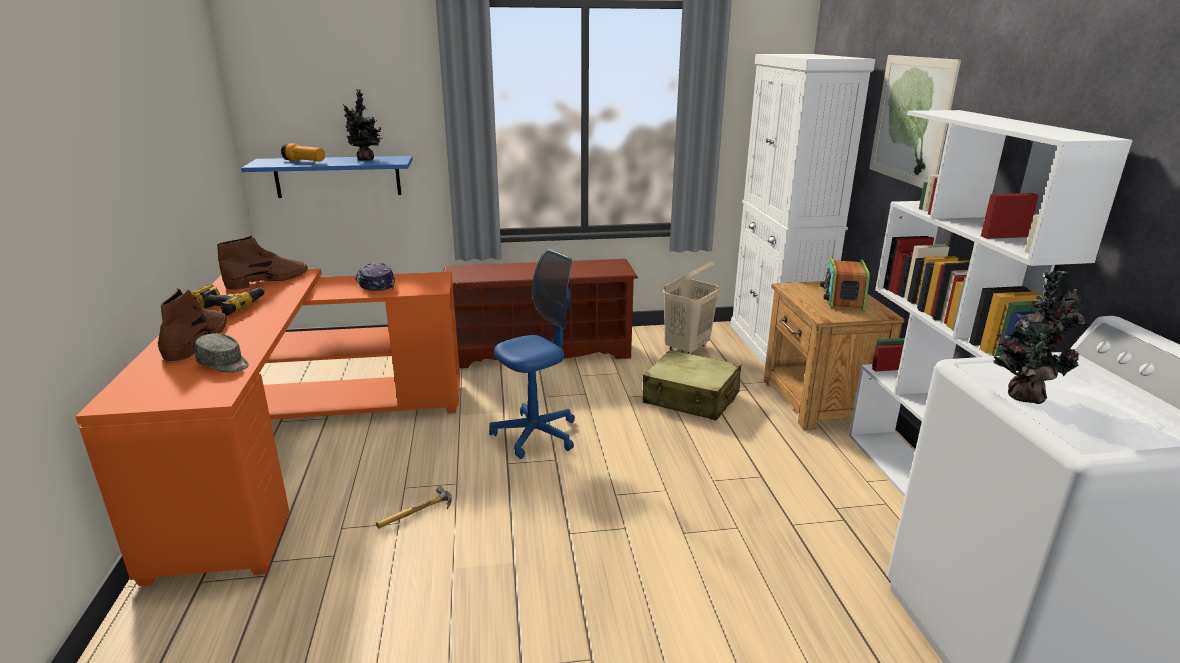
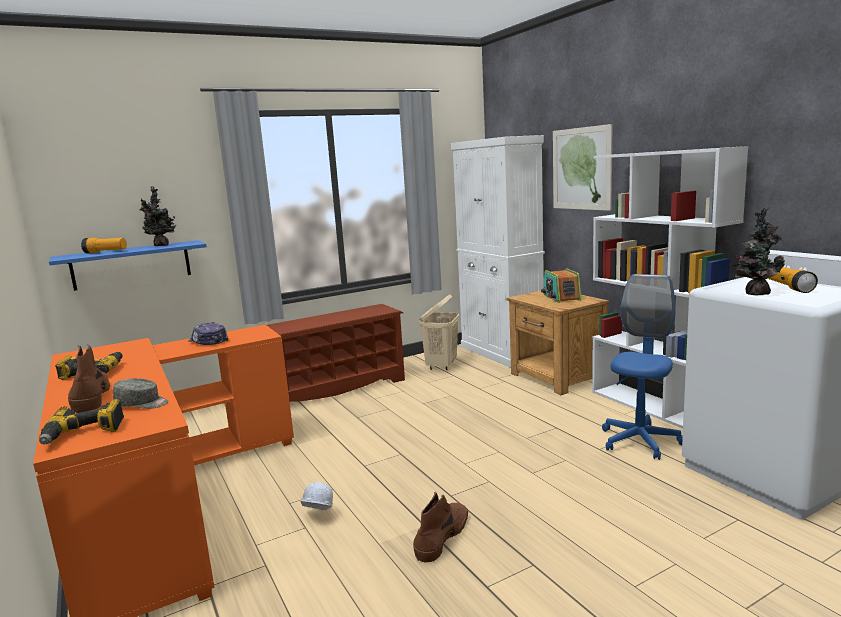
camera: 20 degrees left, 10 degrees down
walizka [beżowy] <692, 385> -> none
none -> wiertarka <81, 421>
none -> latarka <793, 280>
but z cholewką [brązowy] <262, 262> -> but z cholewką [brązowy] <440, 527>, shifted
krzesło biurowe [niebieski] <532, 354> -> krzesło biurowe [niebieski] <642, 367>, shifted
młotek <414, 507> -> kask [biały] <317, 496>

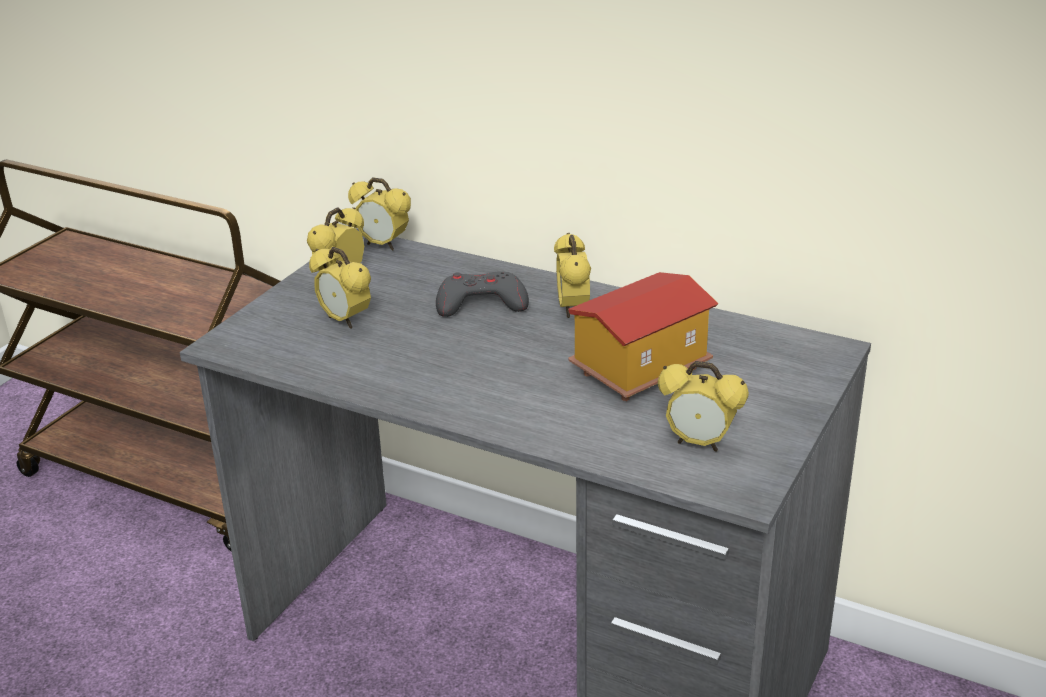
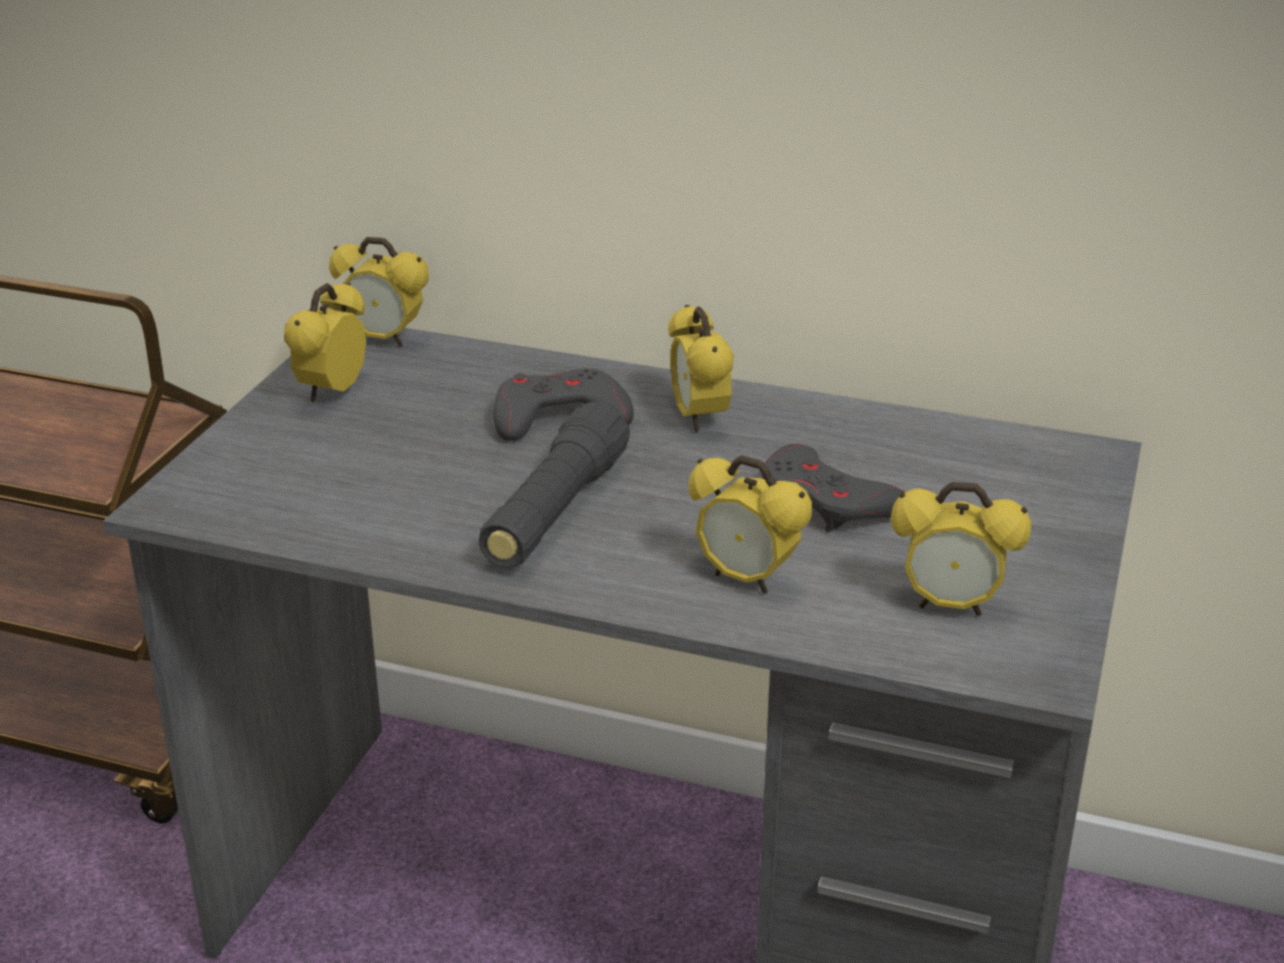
camera: 10 degrees left, 0 degrees up
none -> latarka [czarny] <554, 485>
budzik <340, 288> -> budzik <750, 525>, shifted
domek <643, 336> -> pad do gier [szary] <833, 488>

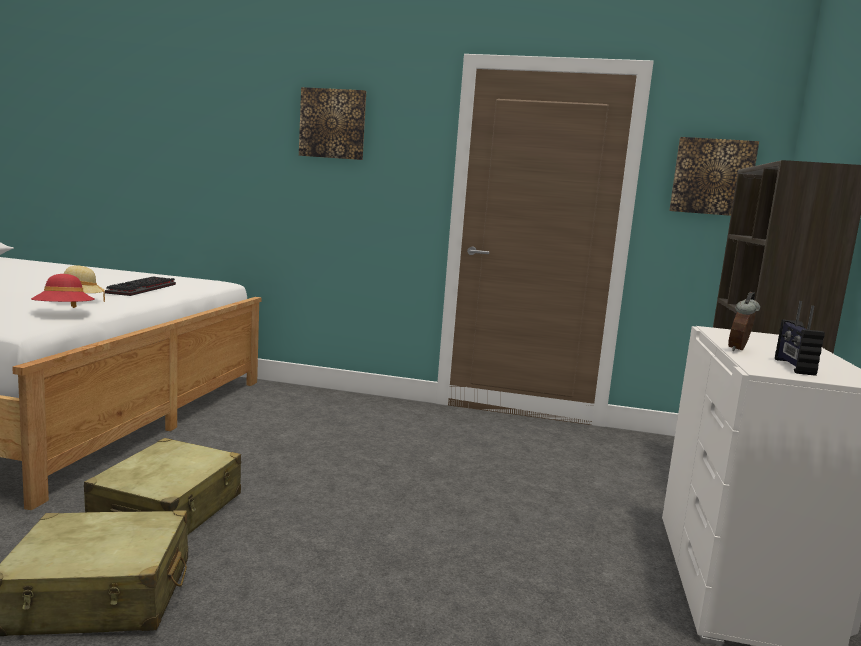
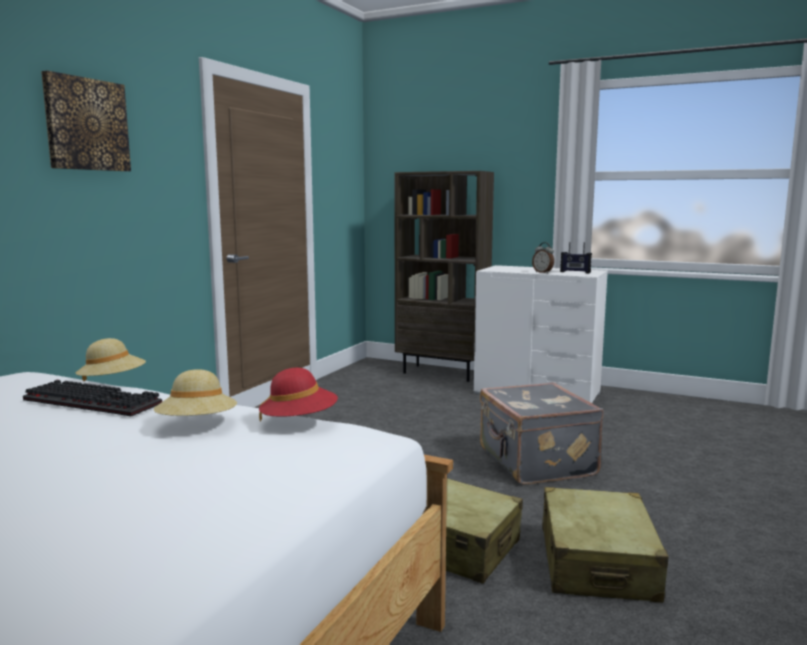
camera: 75 degrees left, 0 degrees up
obraz <714, 176> -> none
none -> kapelusz [beżowy] <111, 359>
none -> walizka [szary] <542, 434>

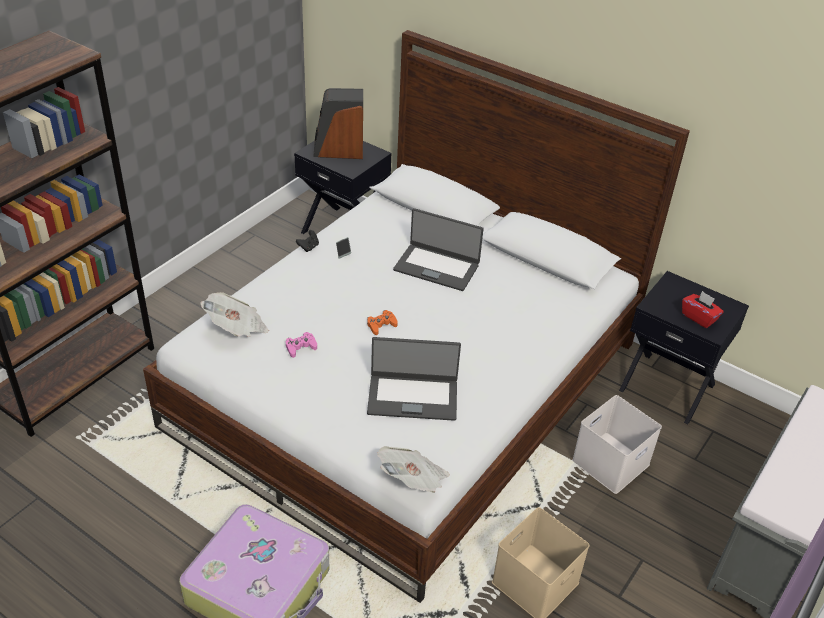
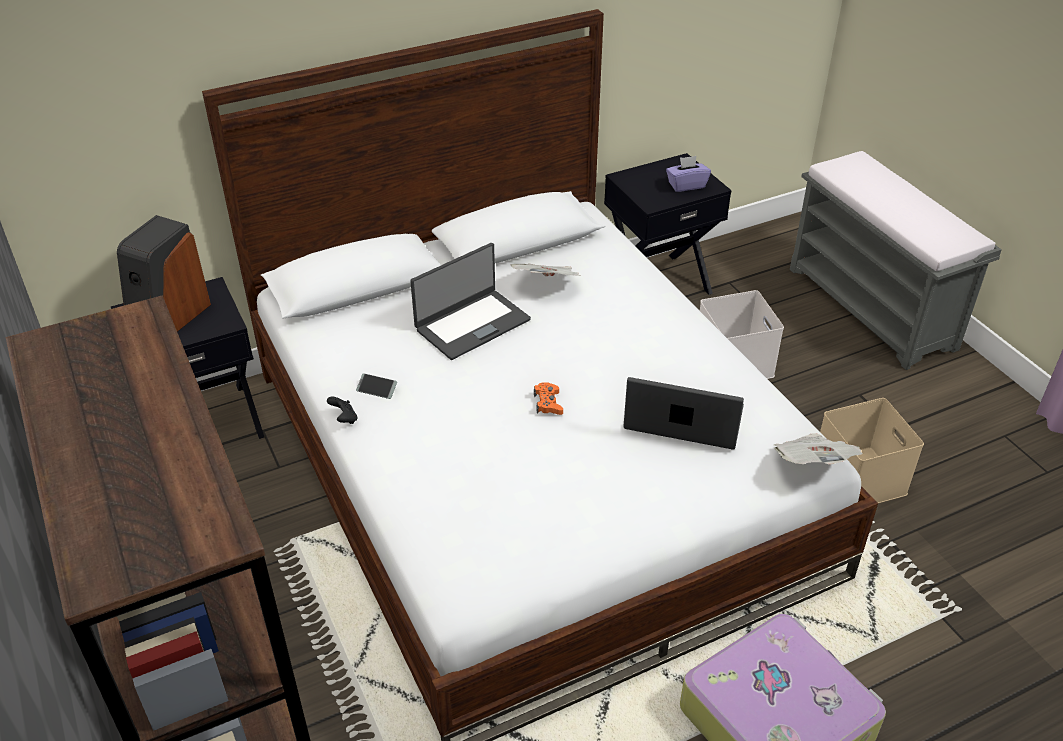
camera: 60 degrees left, 0 degrees up
pad do gier [różowy] <301, 345> -> none
gazeta <234, 314> -> gazeta <546, 269>, shifted
pudełko chusteczek [czerwony] <703, 309> -> pudełko chusteczek [fioletowy] <688, 174>
laptop <414, 379> -> laptop <683, 413>, 105 degrees counterclockwise

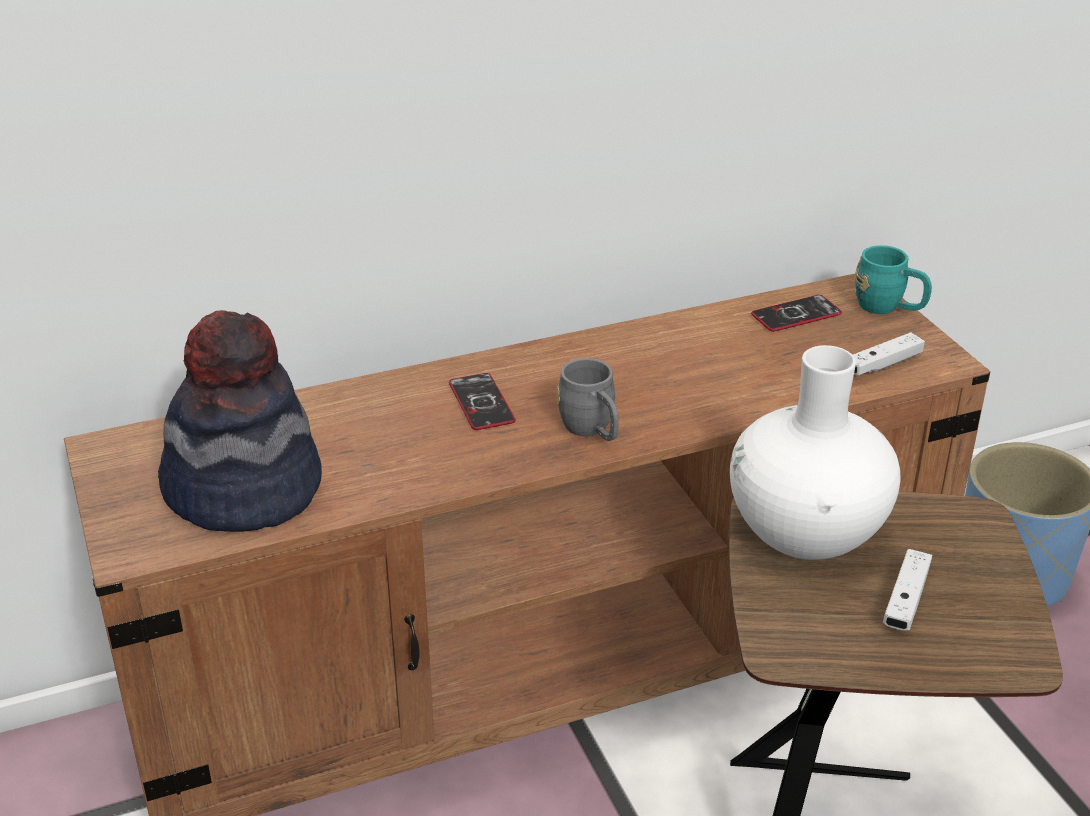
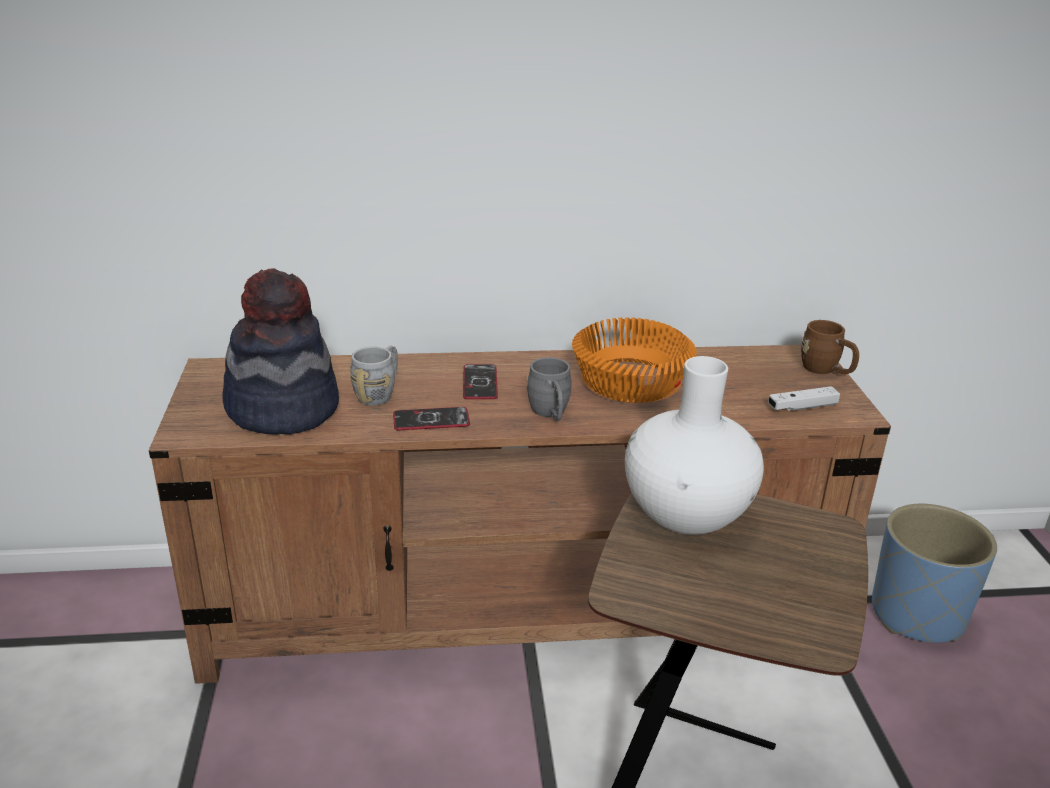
camera: 15 degrees right, 5 degrees down
pad do gier [biały] <907, 590> -> none
none -> kubek [szary] <374, 375>
none -> miska [pomarańczowy] <634, 360>
telefon <796, 313> -> telefon <431, 418>, shifted
kubek [turkusowy] <893, 279> -> kubek [brązowy] <830, 347>

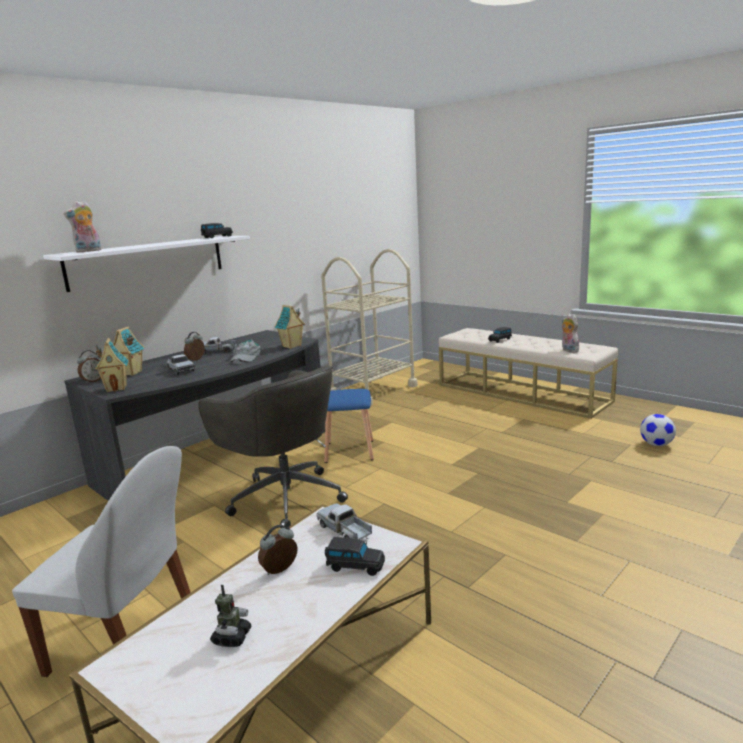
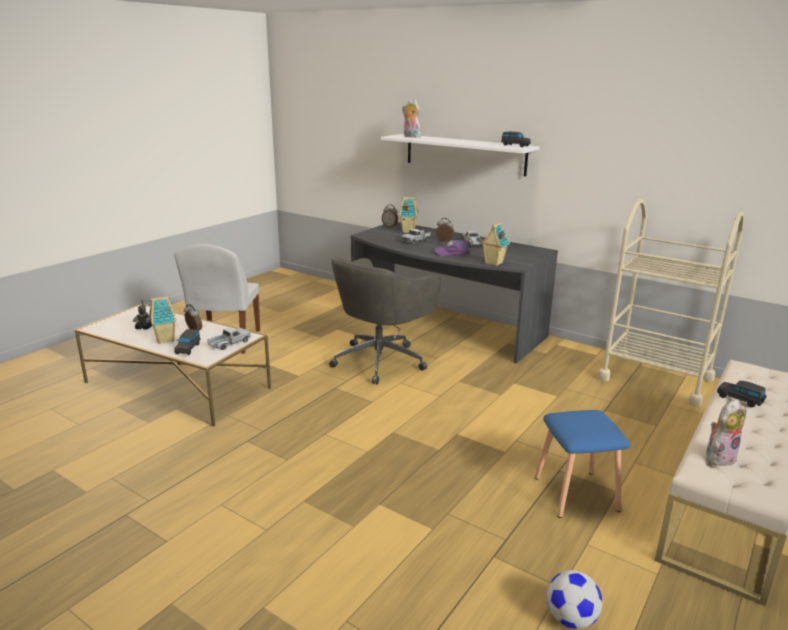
camera: 80 degrees right, 5 degrees up
domek <112, 365> -> domek <162, 320>, shifted
stołek [niebieski] <349, 426> -> stołek [niebieski] <582, 464>, shifted
czapka z daszkiem [szary] <245, 352> -> czapka z daszkiem [fioletowy] <452, 248>

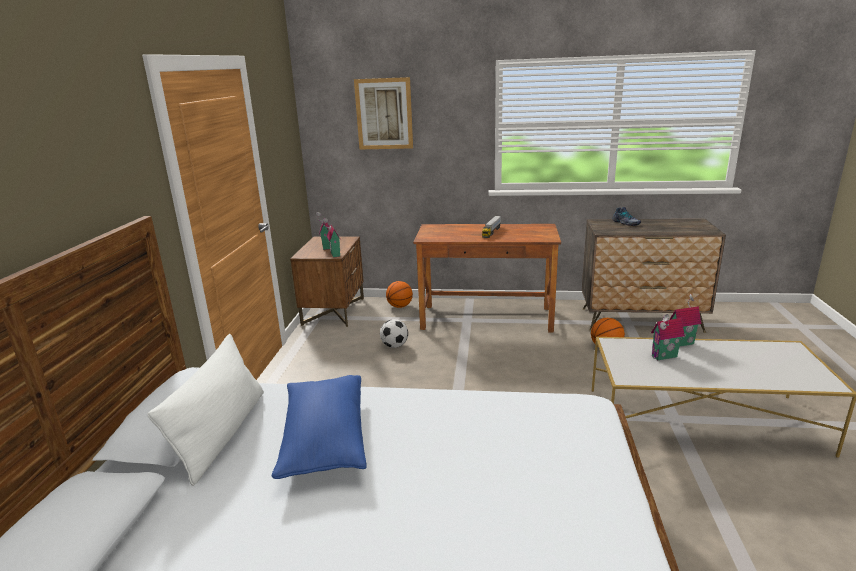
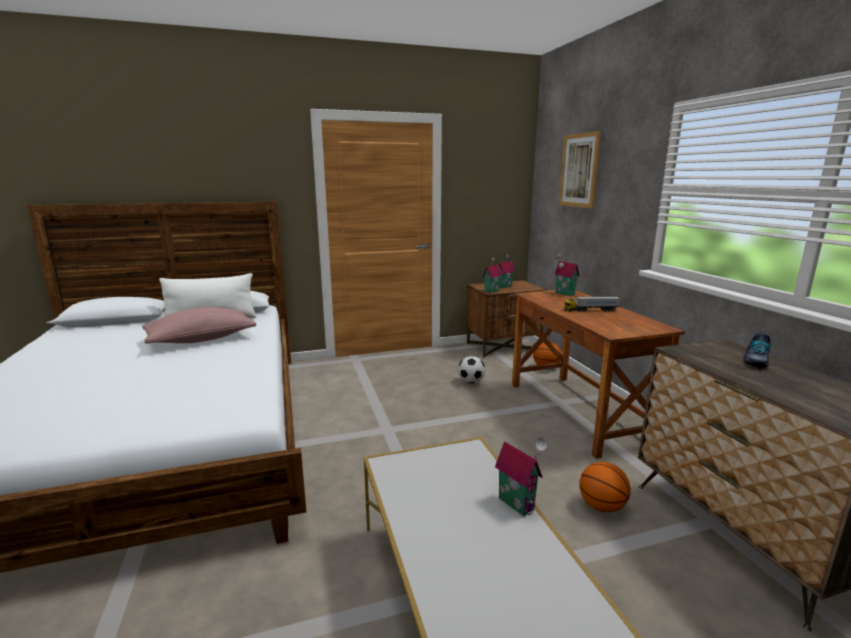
camera: 65 degrees right, 5 degrees down
domek <668, 337> -> domek <566, 275>, shifted
poduszka [niebieski] <319, 427> -> poduszka [różowy] <199, 325>

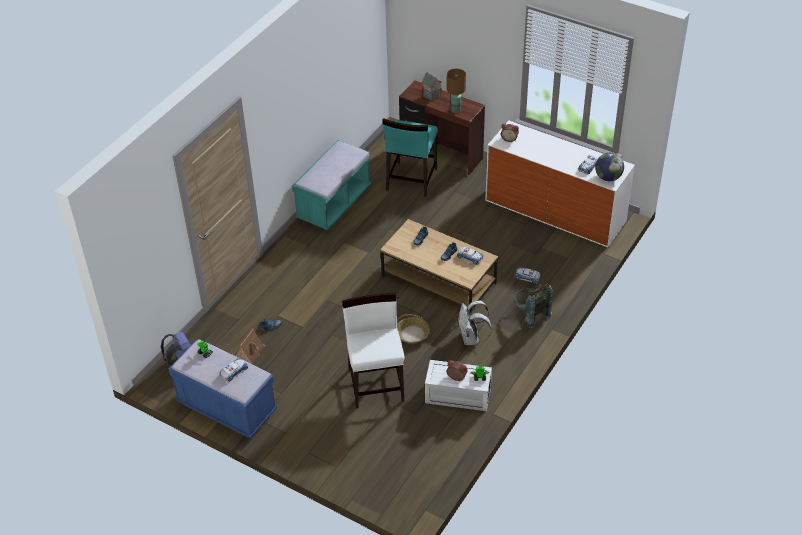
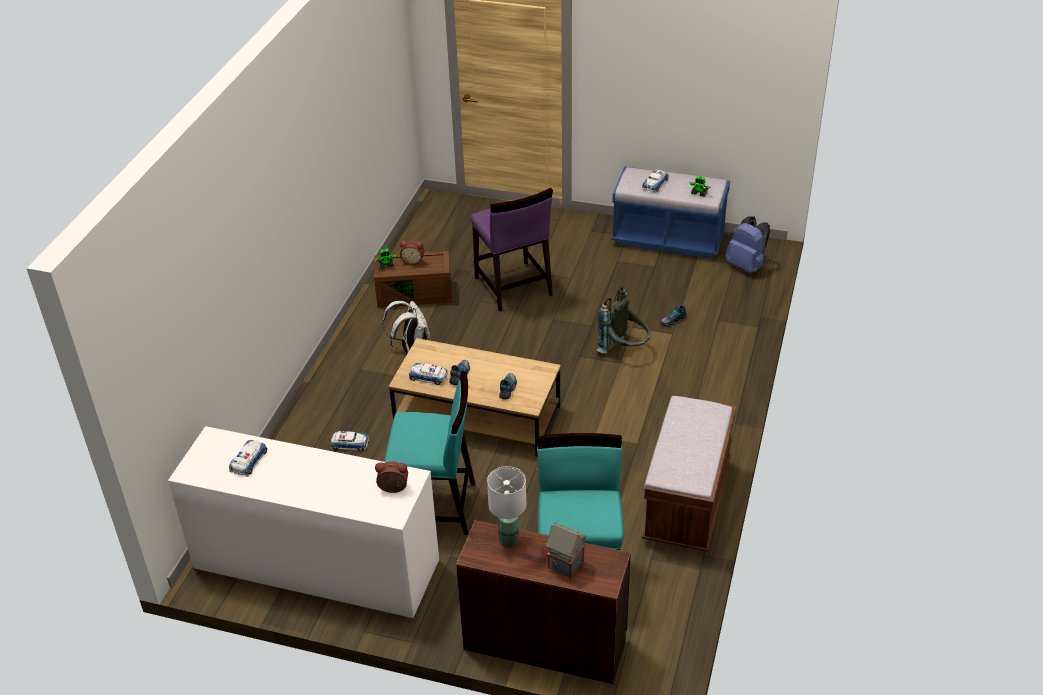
camera: 165 degrees right, 5 degrees down
domek <250, 346> -> none
koszyk <413, 329> -> none
globus <609, 167> -> none
none -> krzesło [turkusowy] <429, 453>
plecak [szary] <533, 306> -> plecak [szary] <623, 320>, shifted
ławka [turkusowy] <331, 185> -> ławka [brązowy] <689, 473>
krzesło [biały] <373, 351> -> krzesło [fioletowy] <512, 250>
pojemnik do przechowywania [biały] <458, 385> -> pojemnik do przechowywania [brązowy] <413, 279>
lampa stołowa [brązowy] <456, 91> -> lampa stołowa [biały] <506, 506>

